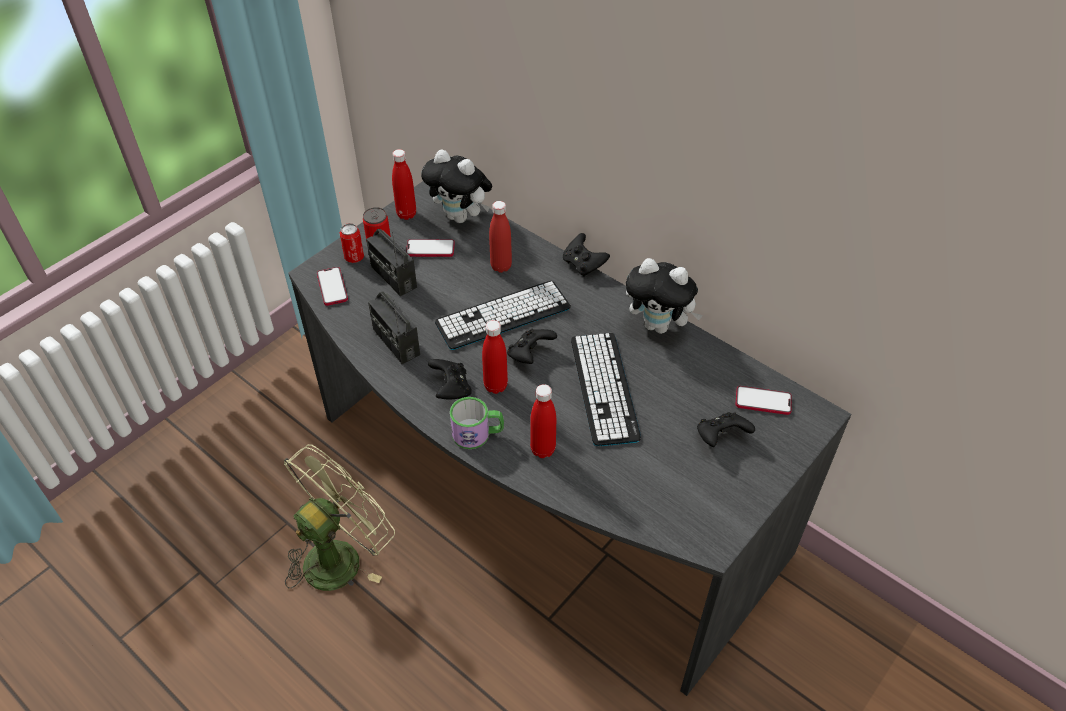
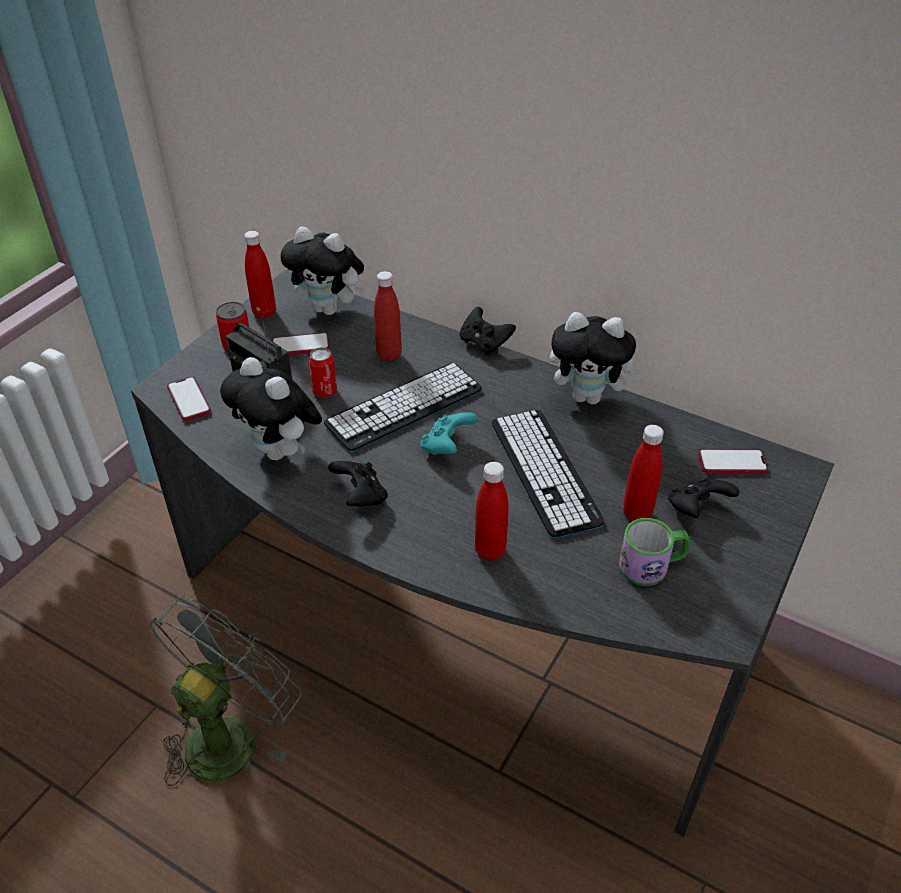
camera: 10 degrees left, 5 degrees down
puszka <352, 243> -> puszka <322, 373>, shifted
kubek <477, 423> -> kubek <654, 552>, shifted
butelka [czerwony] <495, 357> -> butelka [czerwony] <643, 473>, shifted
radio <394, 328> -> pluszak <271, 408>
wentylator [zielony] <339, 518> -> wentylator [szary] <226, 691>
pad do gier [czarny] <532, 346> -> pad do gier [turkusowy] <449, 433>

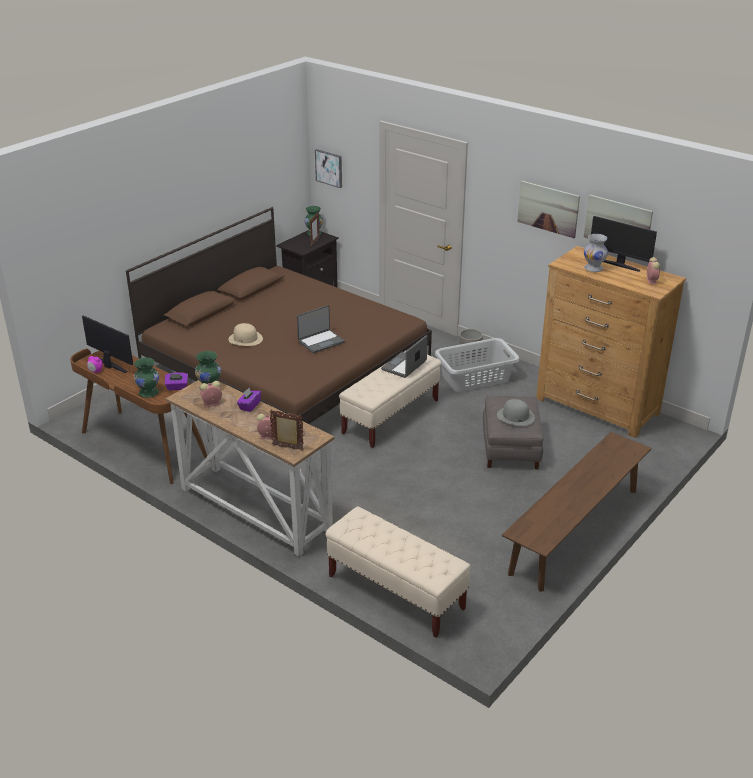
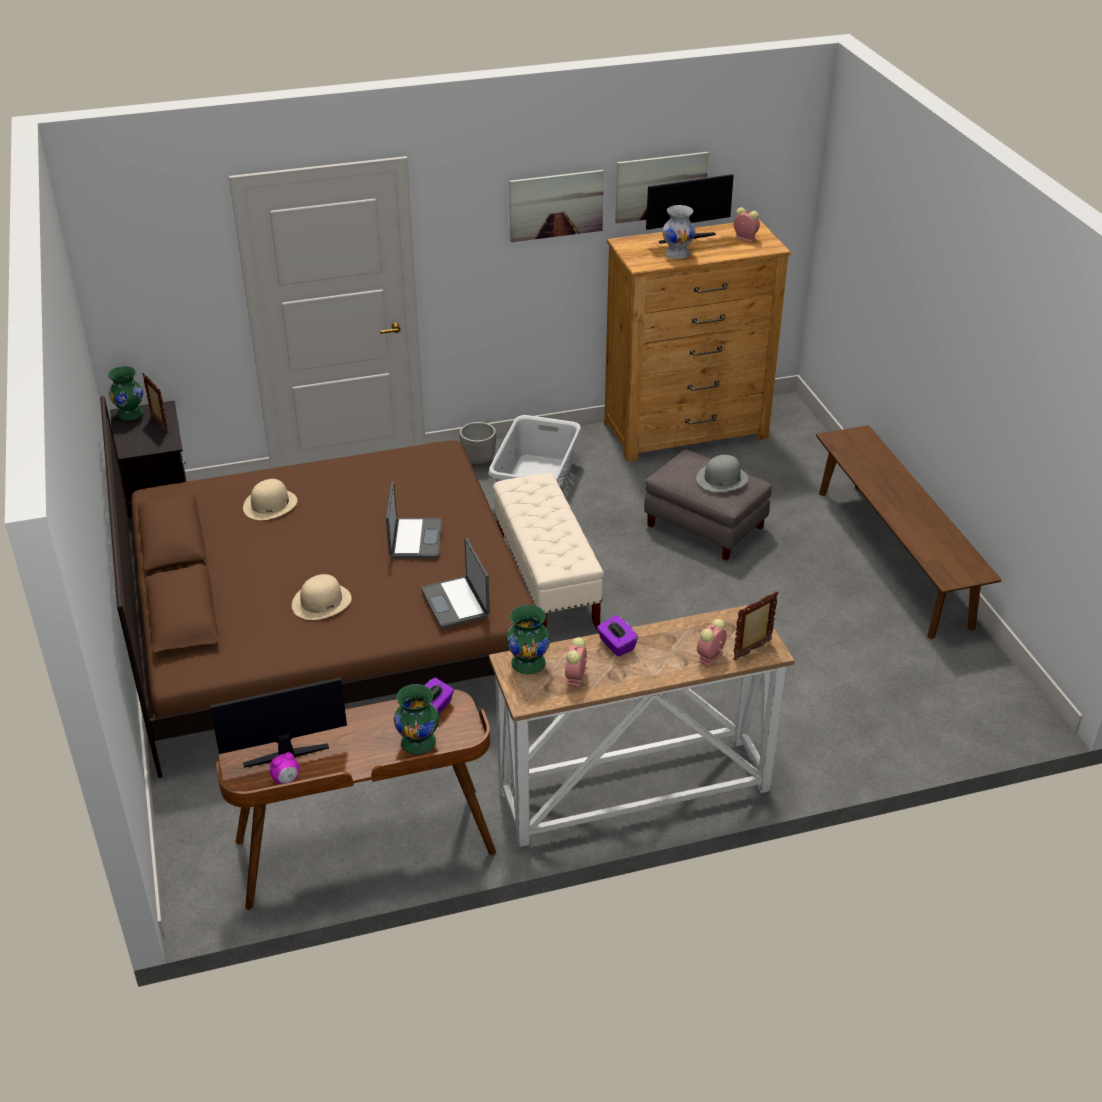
camera: 55 degrees left, 5 degrees up
obraz <328, 168> -> none
ławka [beżowy] <398, 572> -> none
none -> kapelusz [beżowy] <270, 499>
laptop <404, 356> -> laptop <455, 583>, shifted

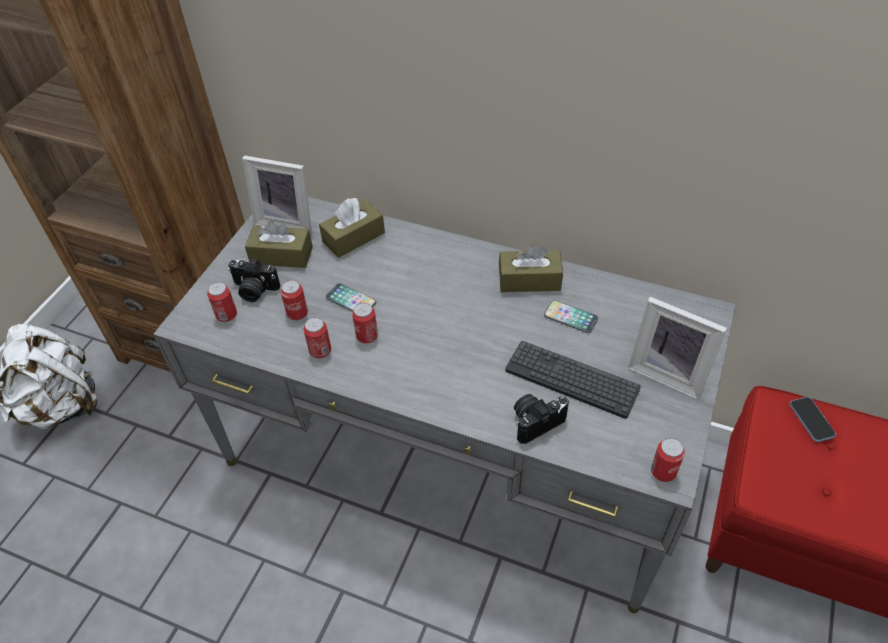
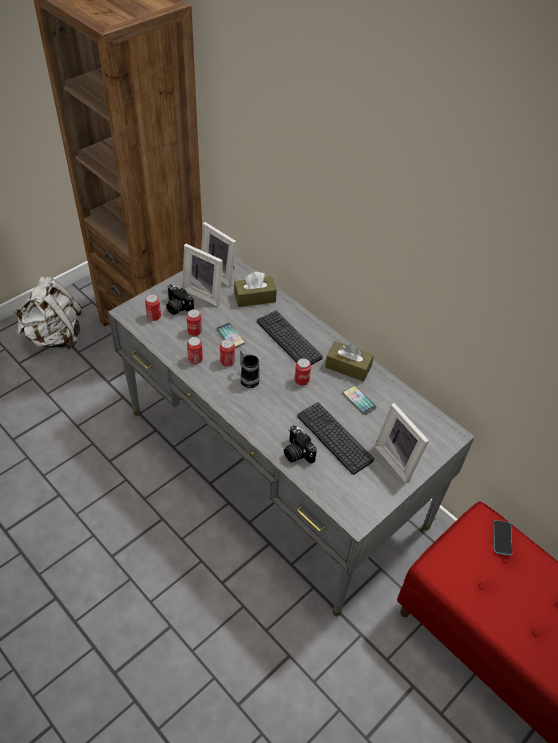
camera: 20 degrees right, 0 degrees up
none -> kubek <250, 369>
none -> klawiatura <290, 337>
puszka <668, 460> -> puszka <303, 372>, shifted
pudełko chusteczek [brązowy] <279, 244> -> ramka na zdjęcie <203, 275>
aparat fotograficzny <541, 419> -> aparat fotograficzny <300, 444>, 120 degrees counterclockwise

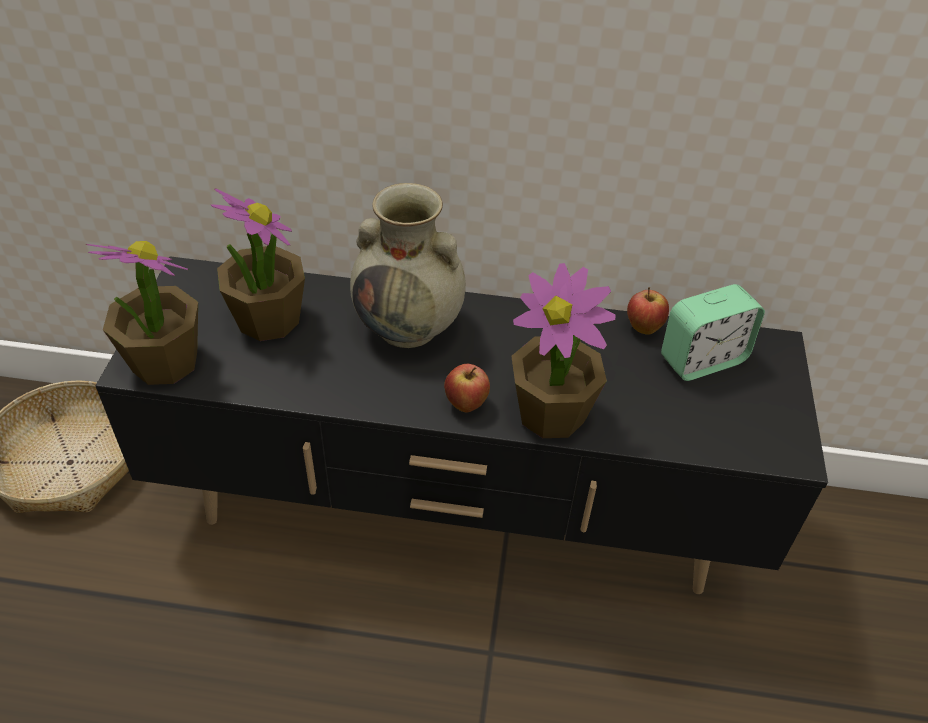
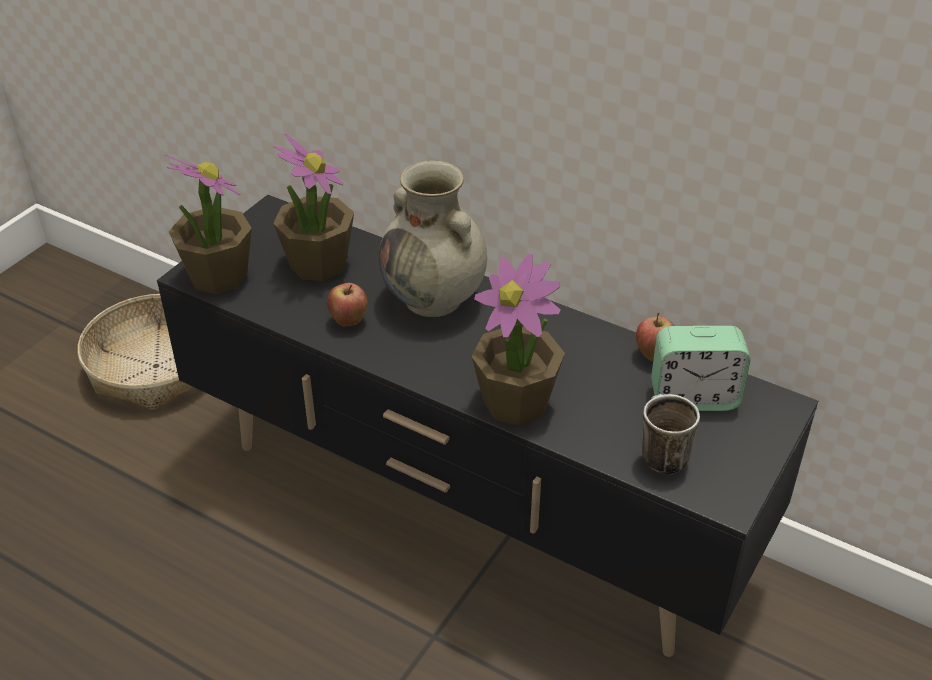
camera: 25 degrees right, 5 degrees down
none -> kubek <671, 434>
jabłko <467, 388> -> jabłko <347, 305>, shifted

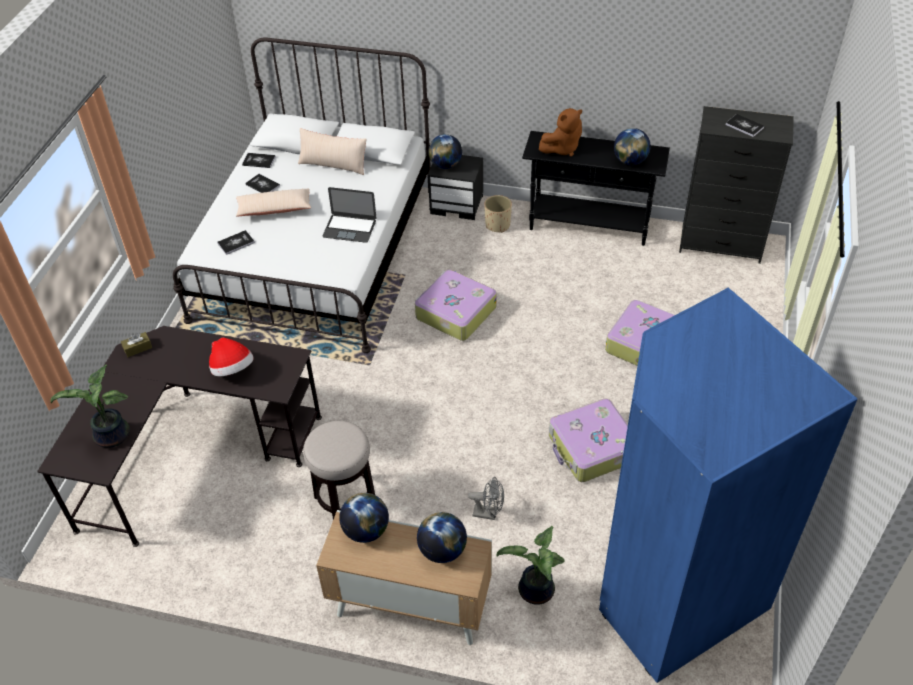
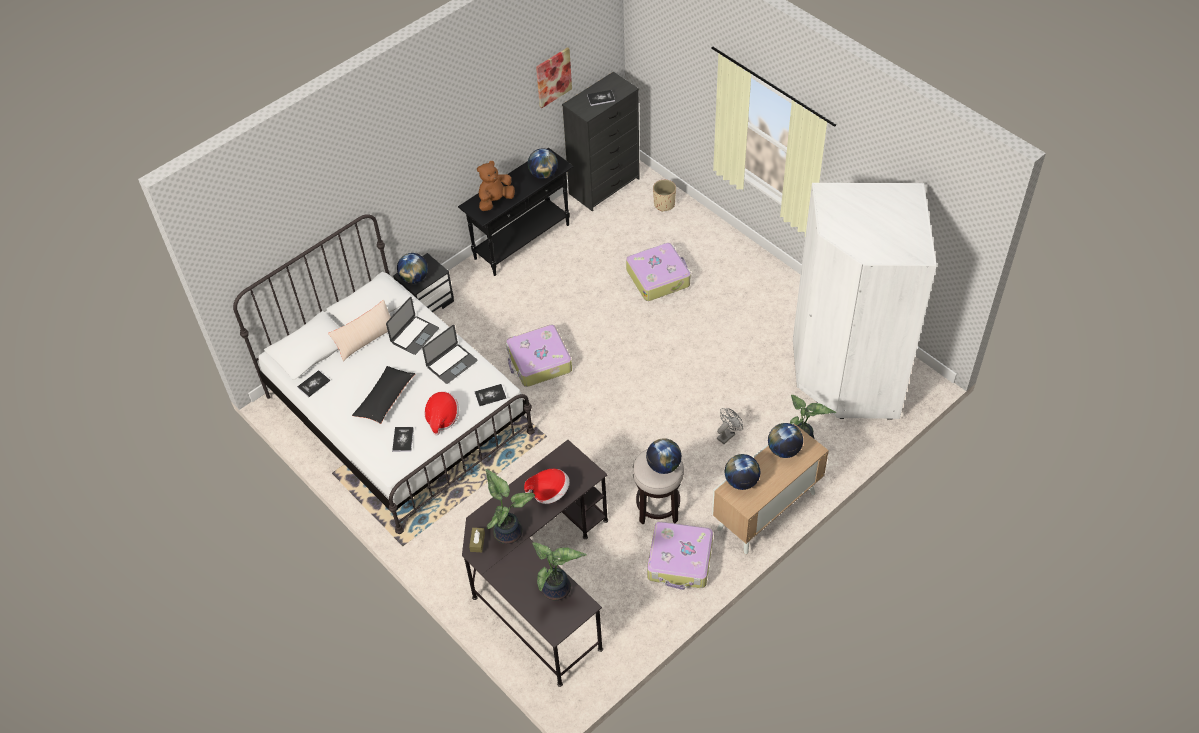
camera: 55 degrees left, 5 degrees up
none -> laptop <412, 326>
none -> kapelusz <442, 413>
none -> roślina doniczkowa <510, 506>
none -> obraz <554, 78>
none -> globus <664, 456>
książka <262, 183> -> książka <490, 395>, shifted
donica [beżowy] <498, 214> -> donica [beżowy] <664, 196>, shifted
walizka <588, 440> -> walizka <680, 555>, shifted
poduszka [beżowy] <273, 203> -> poduszka [czarny] <384, 395>
szafa [niebieski] <728, 485> -> szafa [biały] <865, 301>
pluszak [brązowy] <560, 132> -> pluszak [brązowy] <496, 186>, 135 degrees counterclockwise

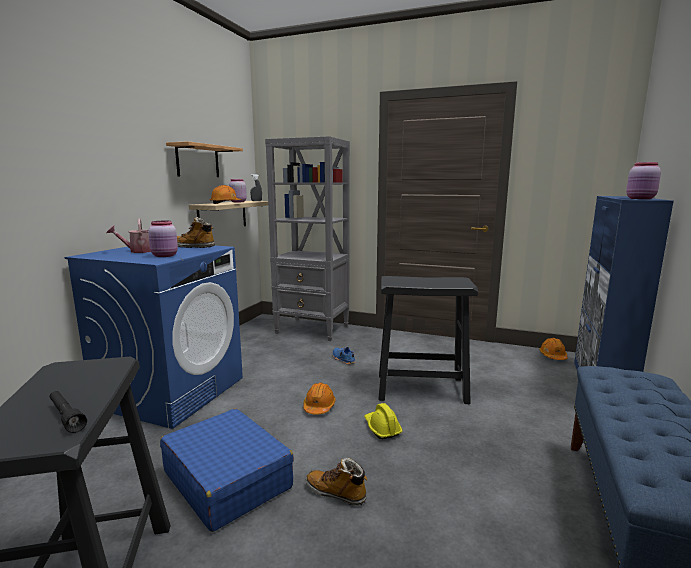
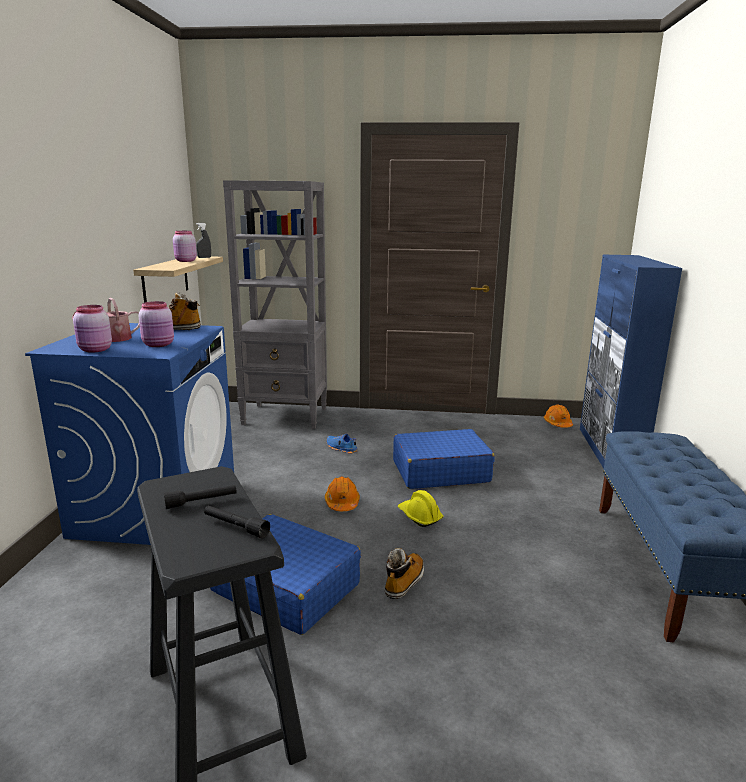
camera: 15 degrees left, 5 degrees up
półka <204, 159> -> none
kask [pomarańczowy] <226, 194> -> none
none -> latarka [czarny] <200, 497>
słoik [różowy] <643, 180> -> słoik [różowy] <92, 329>, shifted
stołek [czarny] <428, 340> -> walizka [niebieski] <444, 459>
but z cholewką <336, 481> -> but z cholewką <404, 573>, 105 degrees clockwise

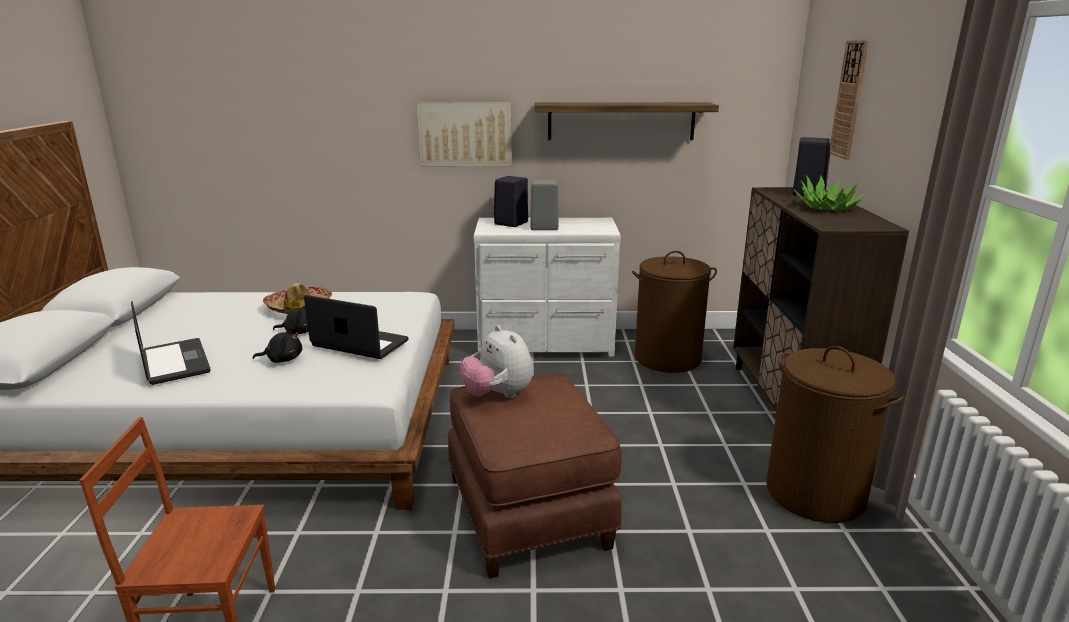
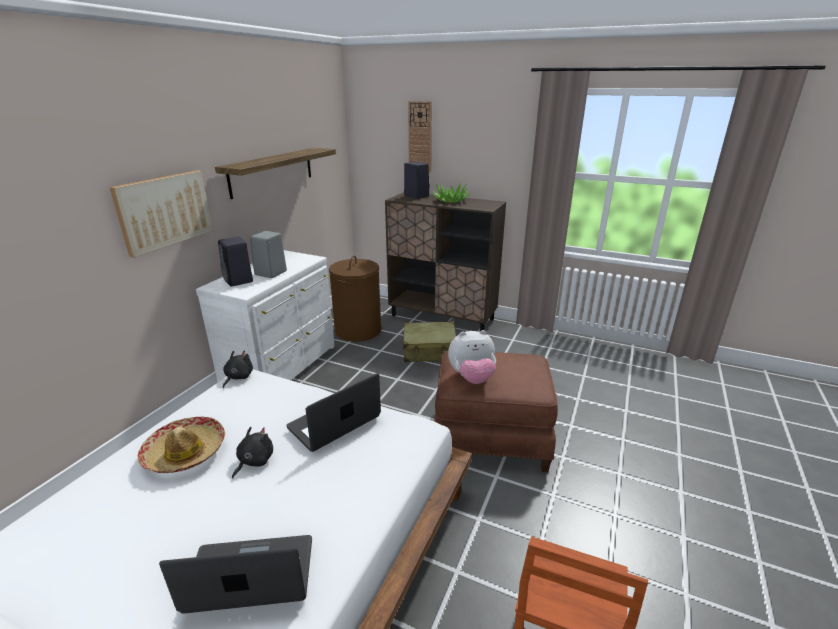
camera: 65 degrees left, 5 degrees up
kosz na pranie [brązowy] <835, 434> -> none
none -> walizka [beżowy] <429, 341>
pluszak [czarny] <277, 345> -> pluszak [czarny] <238, 369>, shifted

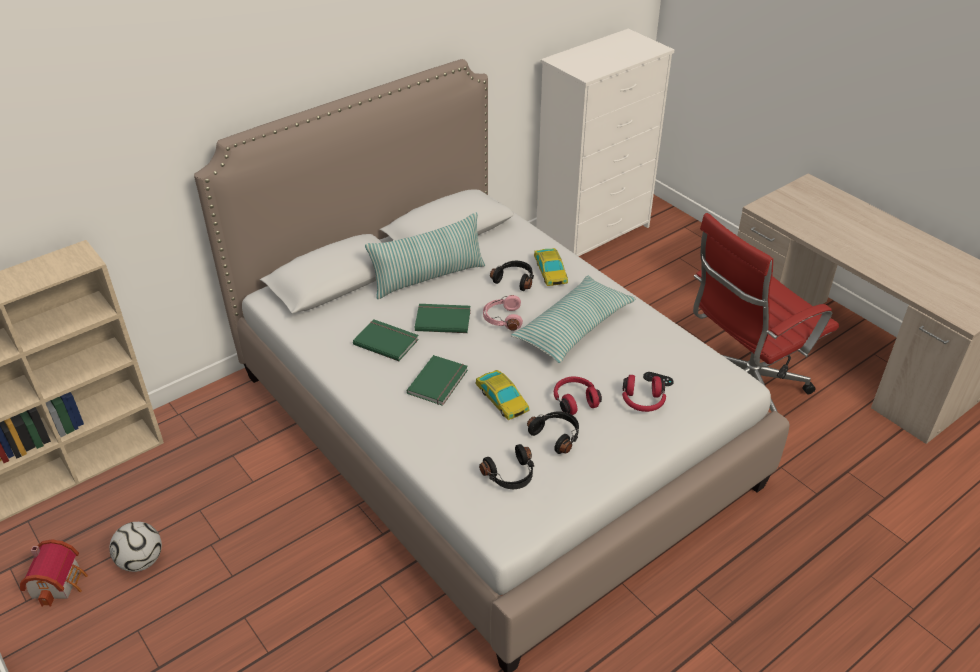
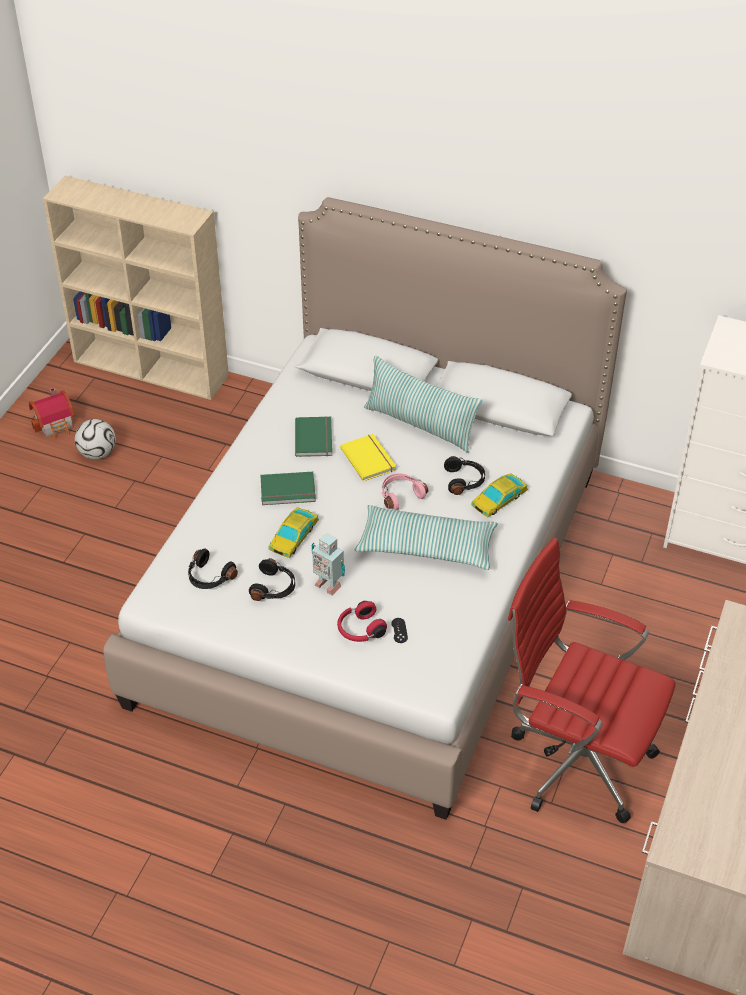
camera: 60 degrees right, 5 degrees up
słuchawki [czerwony] <578, 396> -> robot zabawkowy <328, 564>
książka [zielony] <442, 318> -> książka [żółty] <368, 457>

